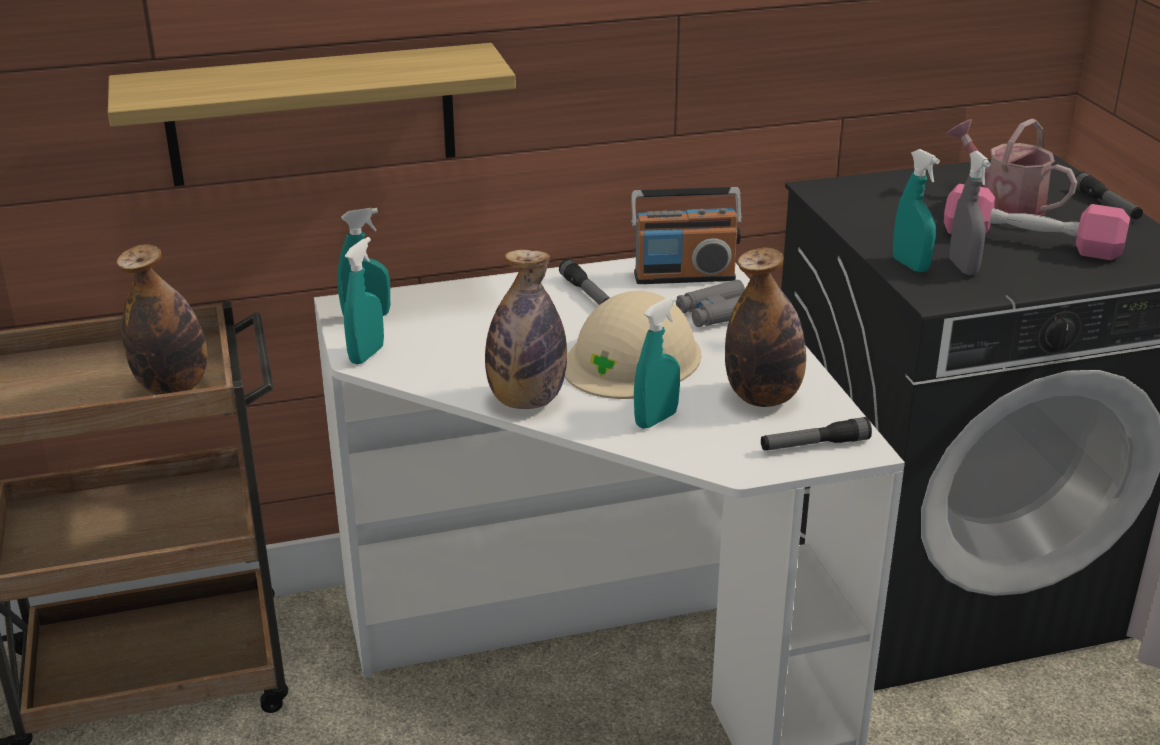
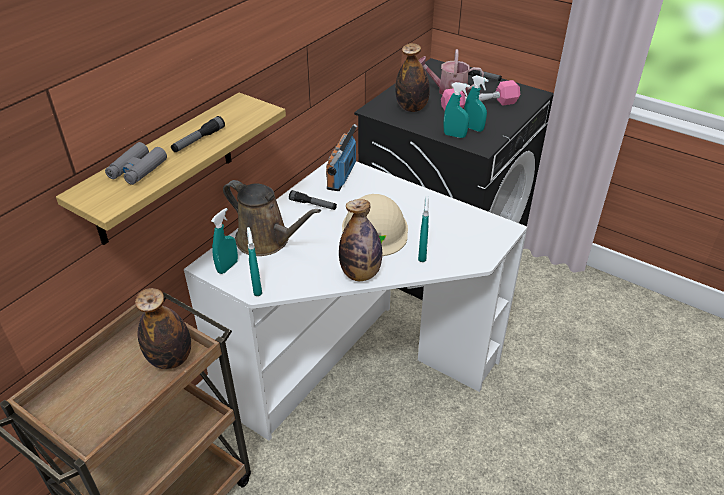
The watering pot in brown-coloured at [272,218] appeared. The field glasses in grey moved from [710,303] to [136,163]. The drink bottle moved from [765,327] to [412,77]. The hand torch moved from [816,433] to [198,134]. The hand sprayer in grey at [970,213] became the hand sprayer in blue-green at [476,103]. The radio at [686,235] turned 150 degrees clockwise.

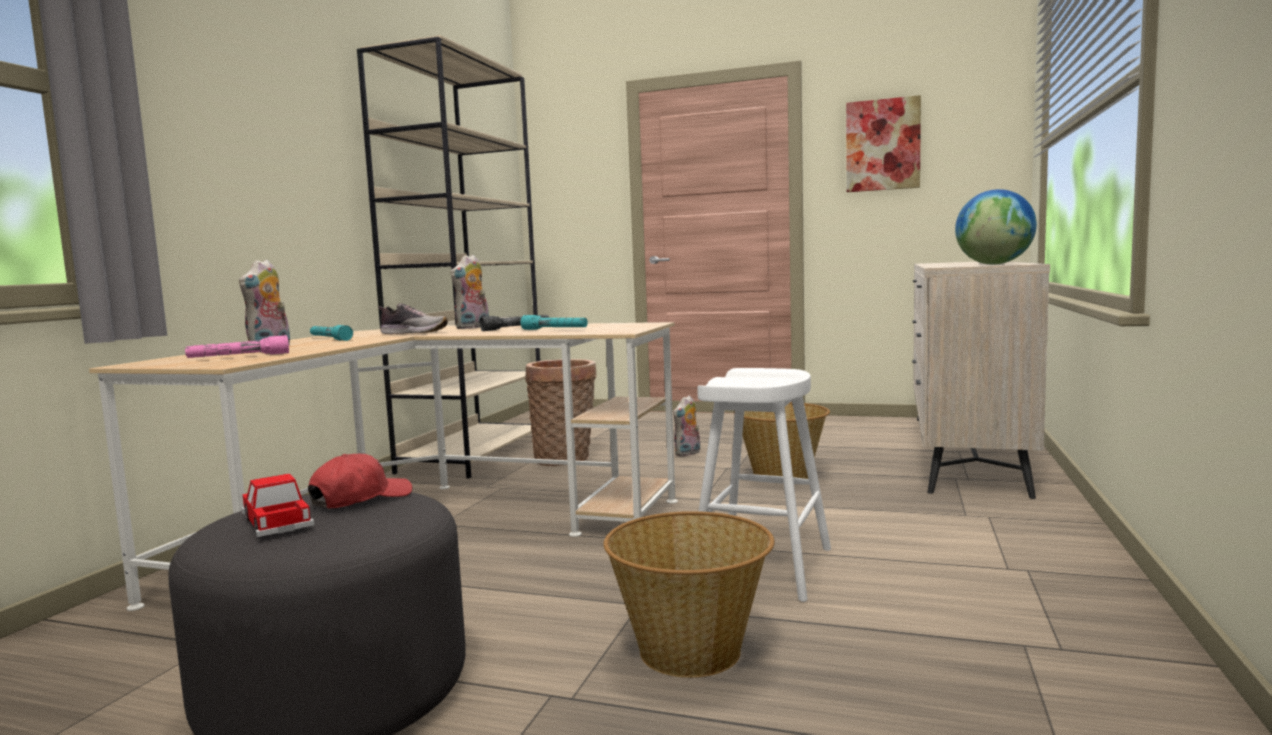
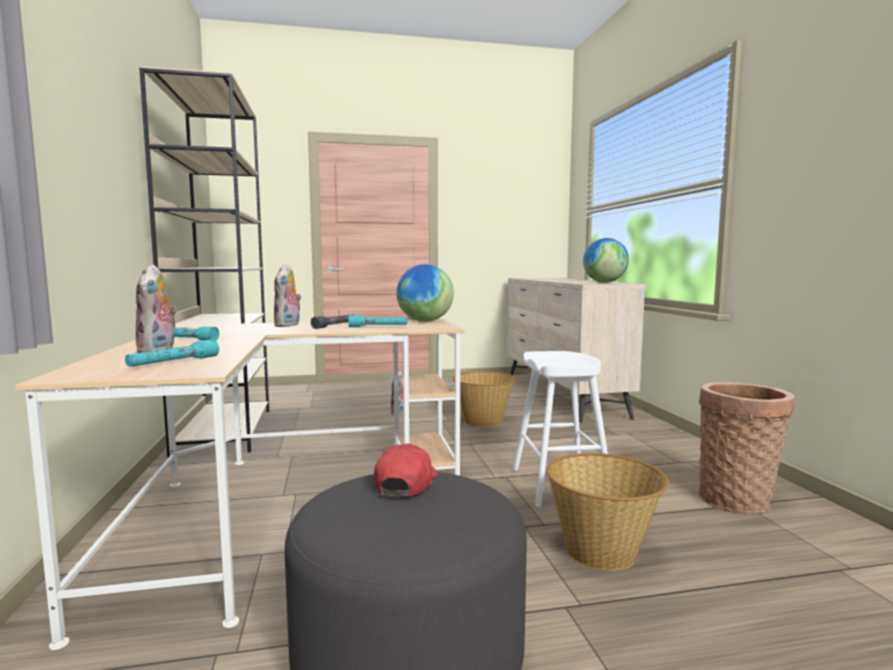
The miniature car at [277,505] disappeared. The low shoe at [413,318] disappeared. The picture at [883,143] disappeared. The desk globe at [425,293] appeared. The basket moved from [561,412] to [747,448]. The hand torch in pink at [237,346] became the hand torch in blue-green at [172,353].

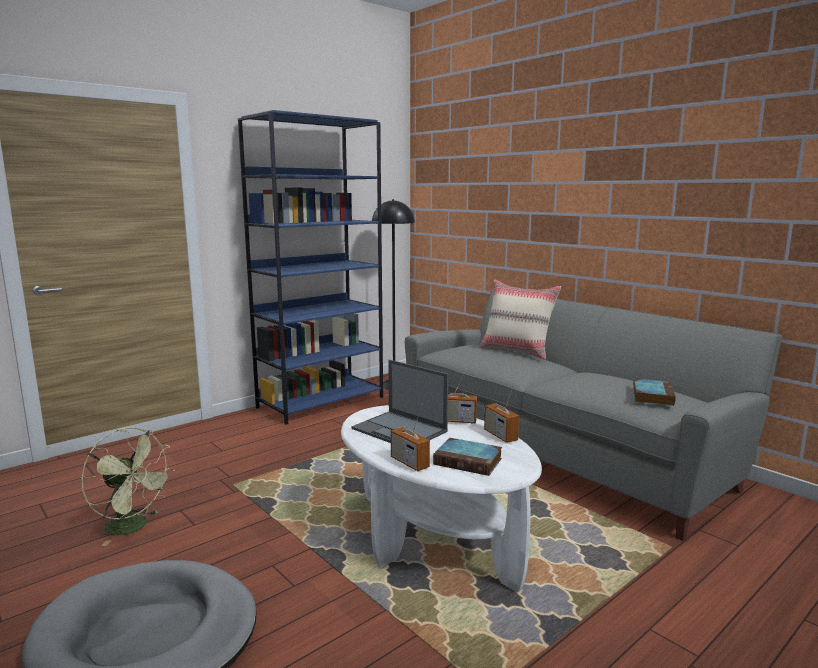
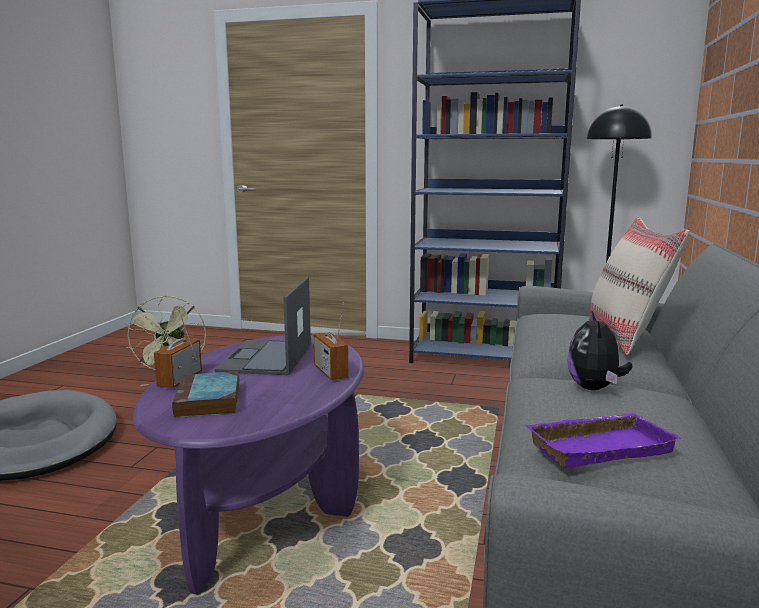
The radio at [501,413] disappeared. The plush toy at [599,350] appeared. The volume at [654,392] was replaced by the carrying tray in purplish at [603,440]. The low table in white at [441,499] became the low table in purplish at [248,465].

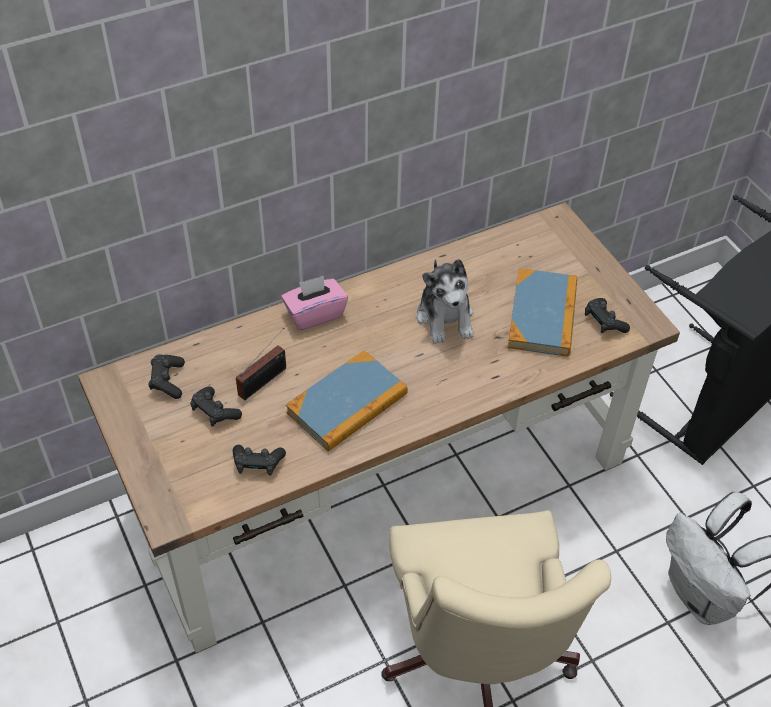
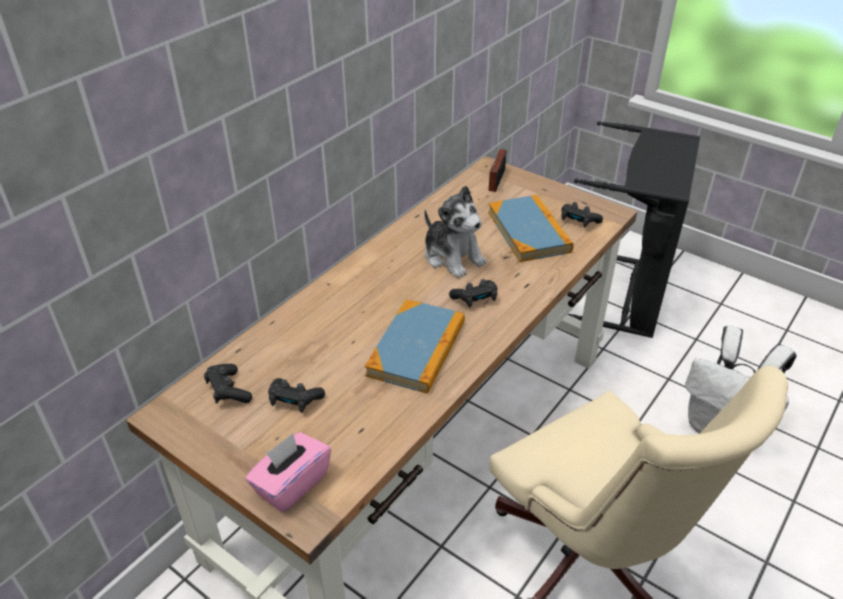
The joypad in black moved from [259,460] to [473,293]. The radio moved from [261,364] to [498,161]. The box of tissues in pink moved from [314,303] to [288,472].

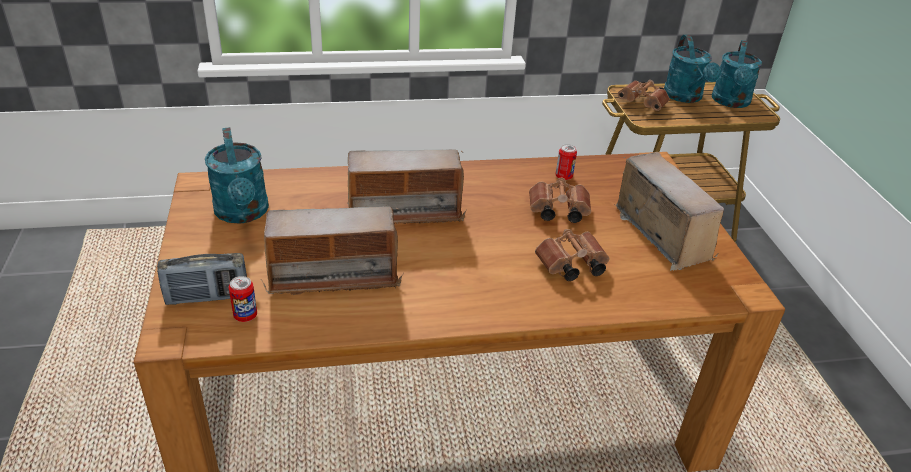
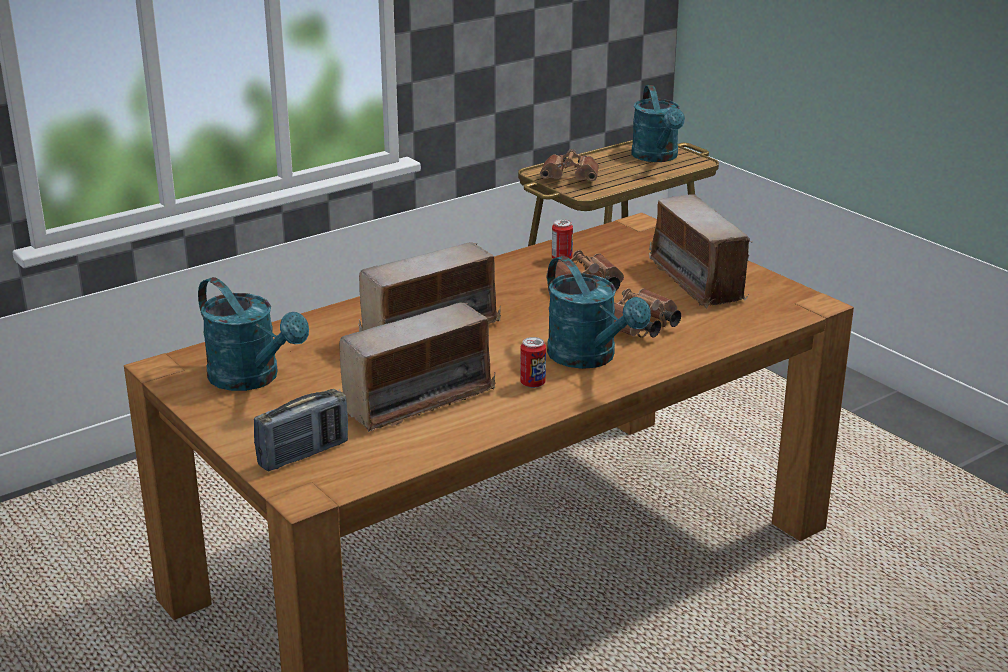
The metal can moved from [243,299] to [533,362]. The watering pot in blue-green moved from [692,69] to [599,312]. The radio at [669,211] turned 150 degrees counterclockwise.

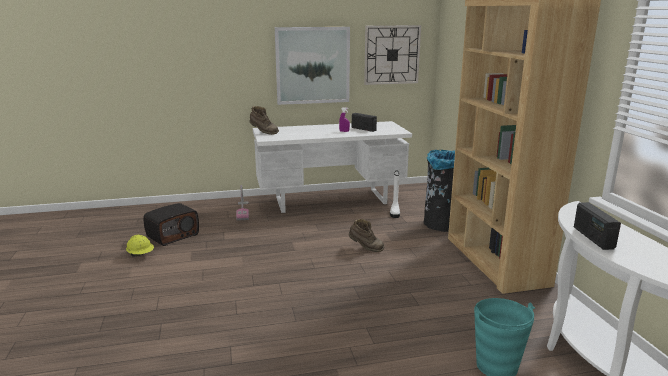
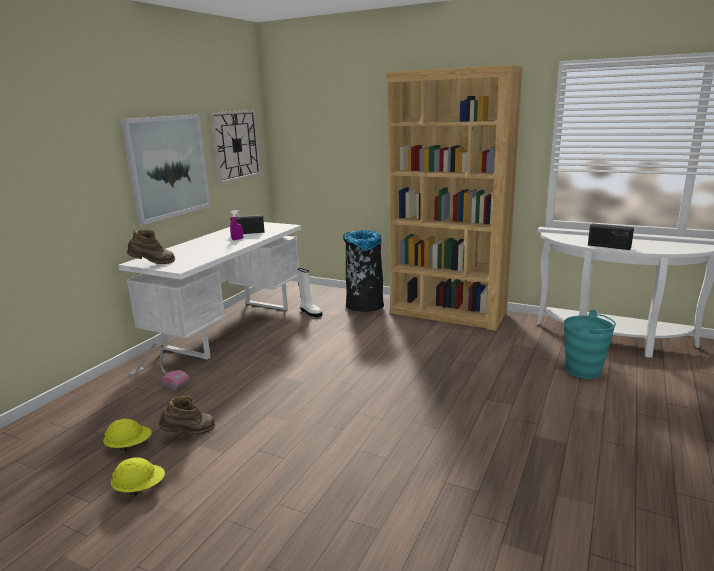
The high-top boot in brown-coloured moved from [367,235] to [187,415]. The radio at [171,224] was replaced by the hard hat in yellow-coloured at [127,435].

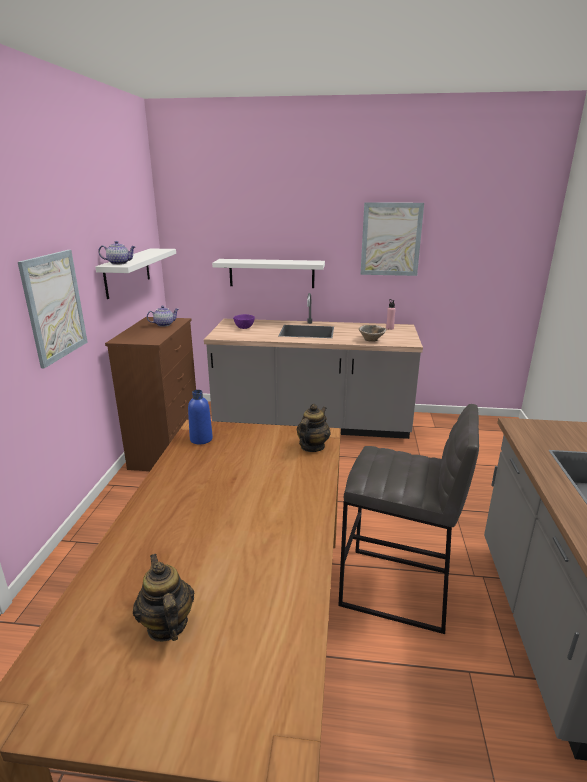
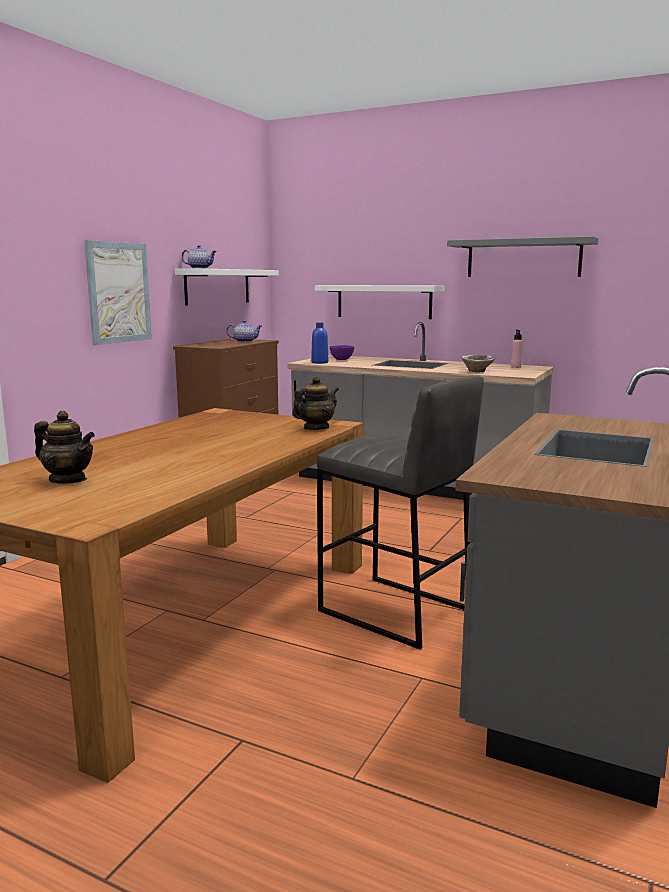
The drink bottle in bluish moved from [200,417] to [319,343]. The picture at [392,239] was replaced by the shelf in grey at [522,256]. The tea pot at [163,598] turned 120 degrees clockwise.

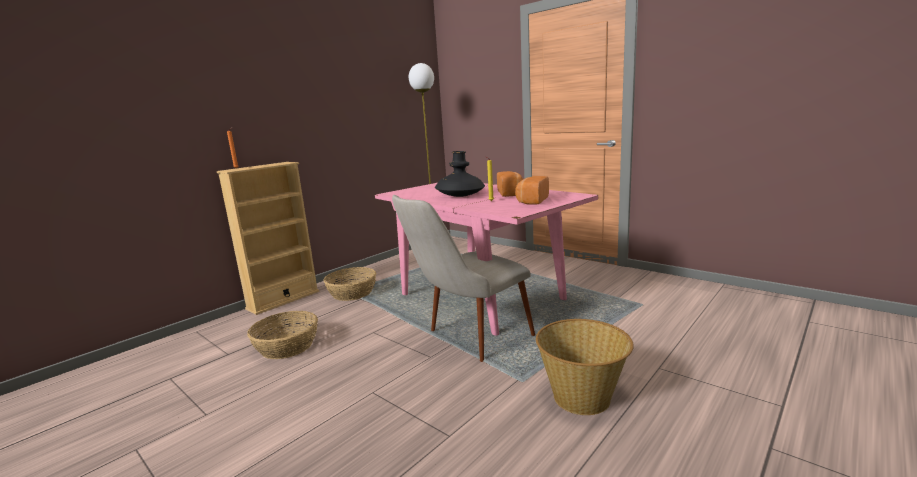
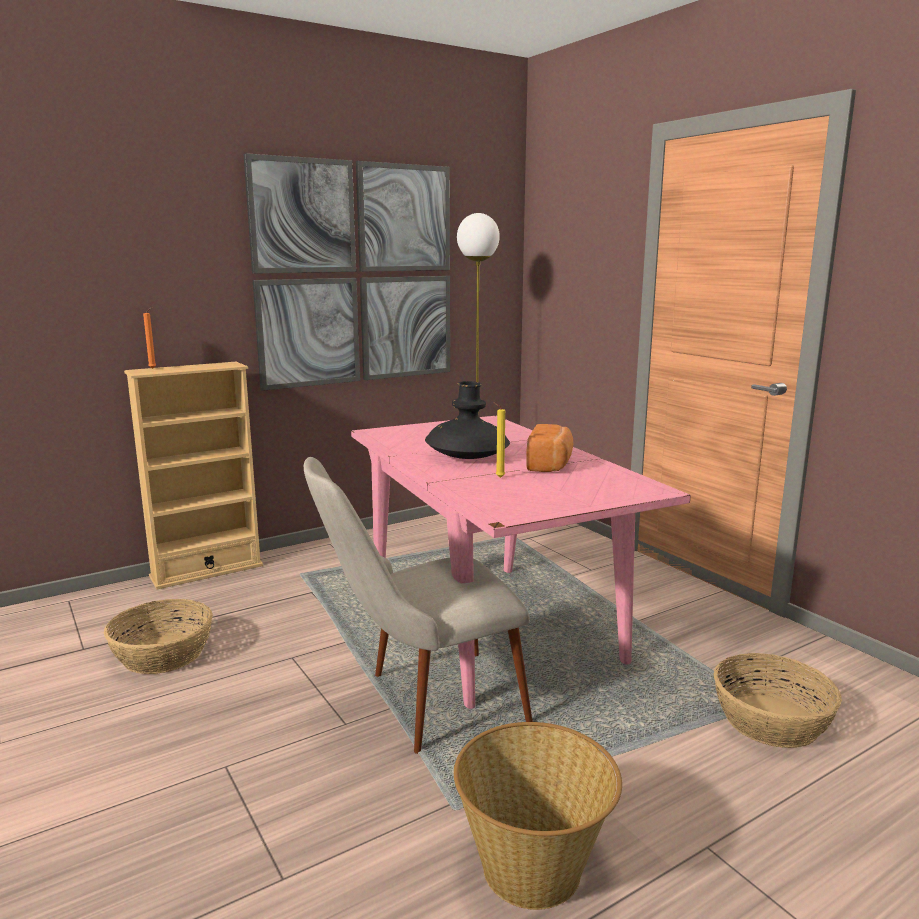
The bread at [532,190] disappeared. The picture at [346,272] appeared. The basket moved from [349,284] to [778,700].

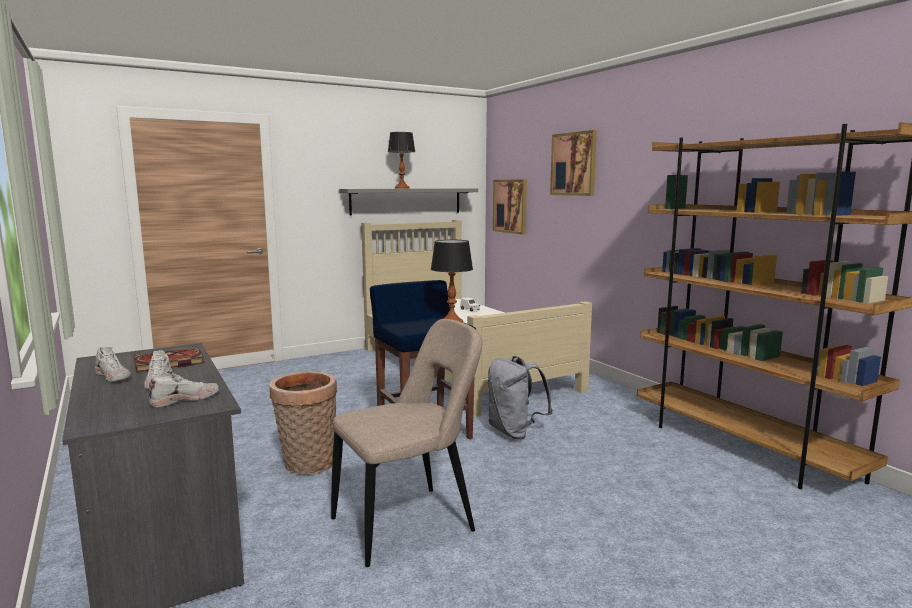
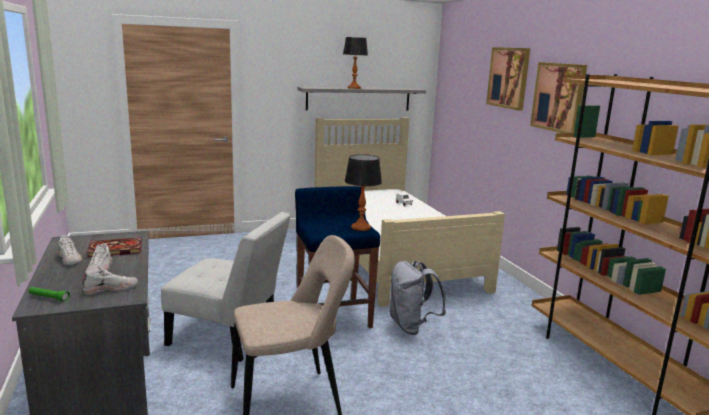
The hand torch in green at [49,294] appeared. The picture moved from [510,207] to [558,97]. The basket at [303,423] was replaced by the upright chair in white at [226,287].

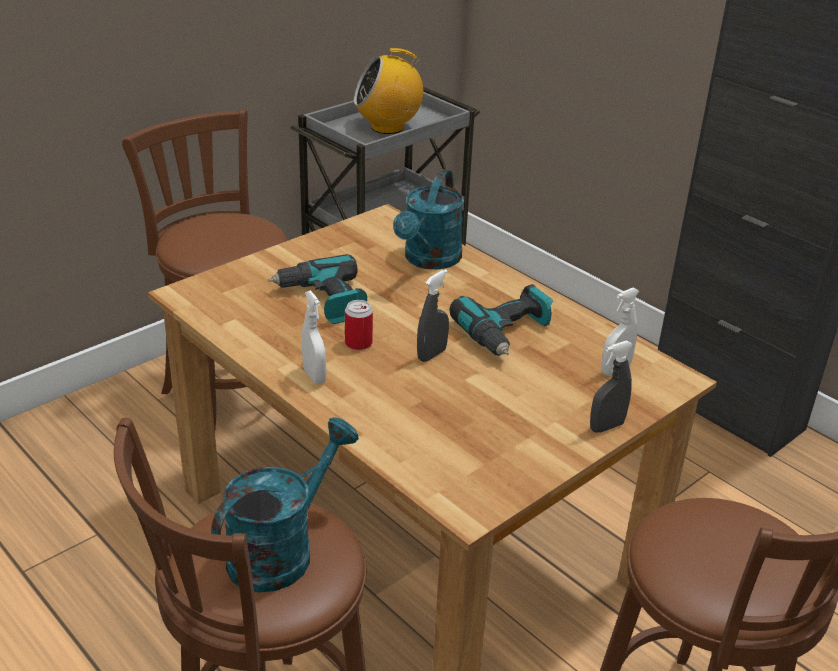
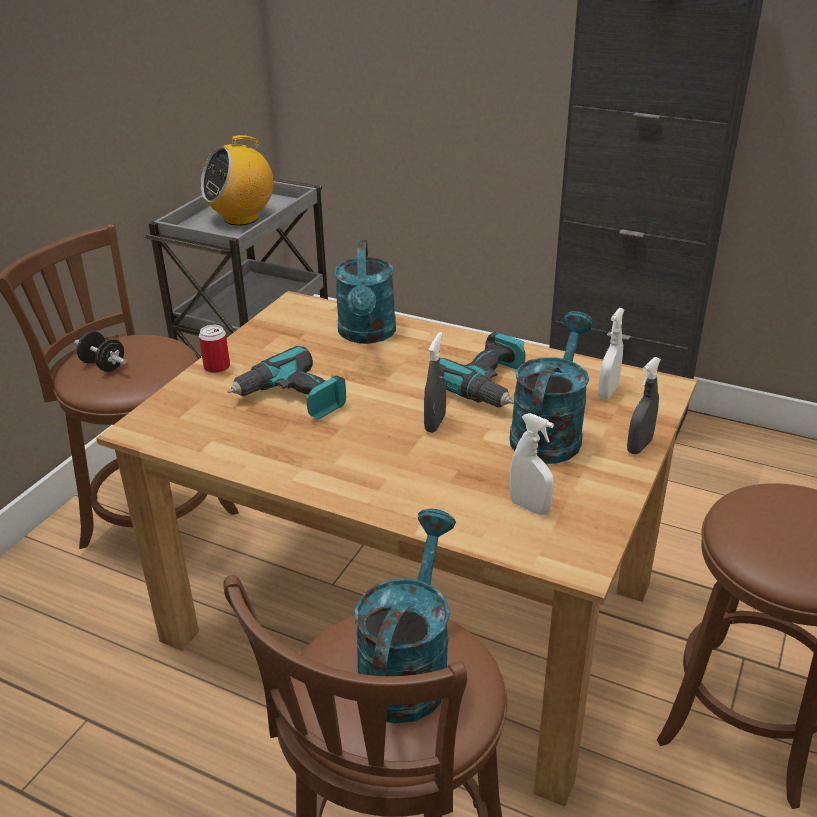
The hand weight in black at [101,351] appeared. The watering pot in blue-green at [552,387] appeared. The hand sprayer in white moved from [314,337] to [532,464]. The metal can moved from [359,325] to [214,349].

